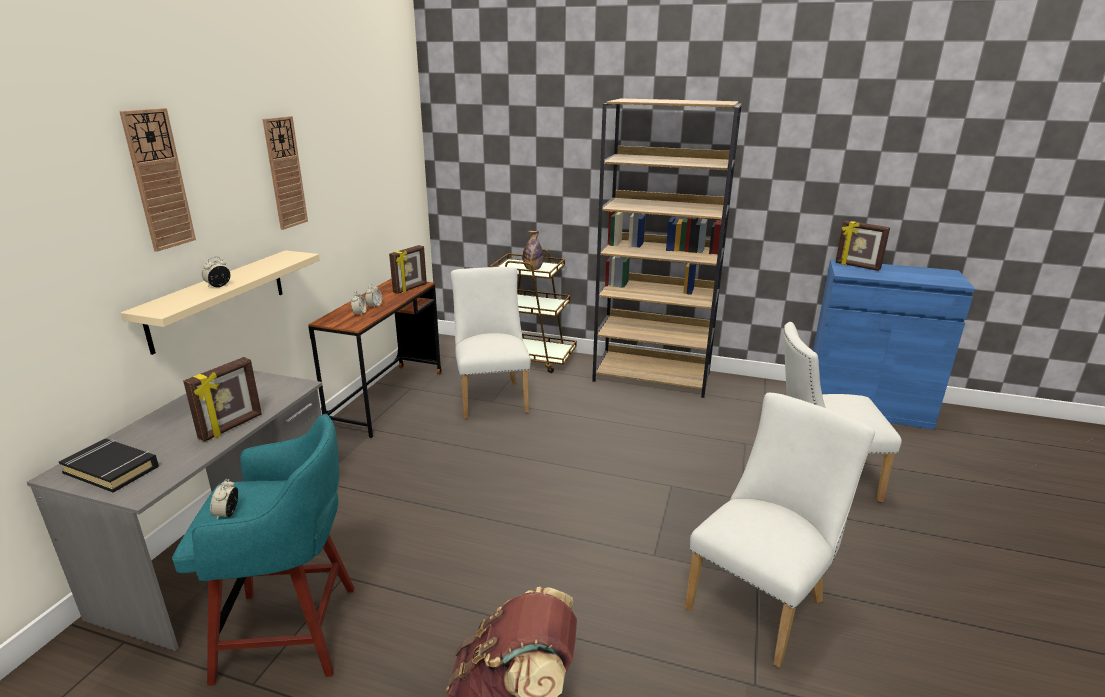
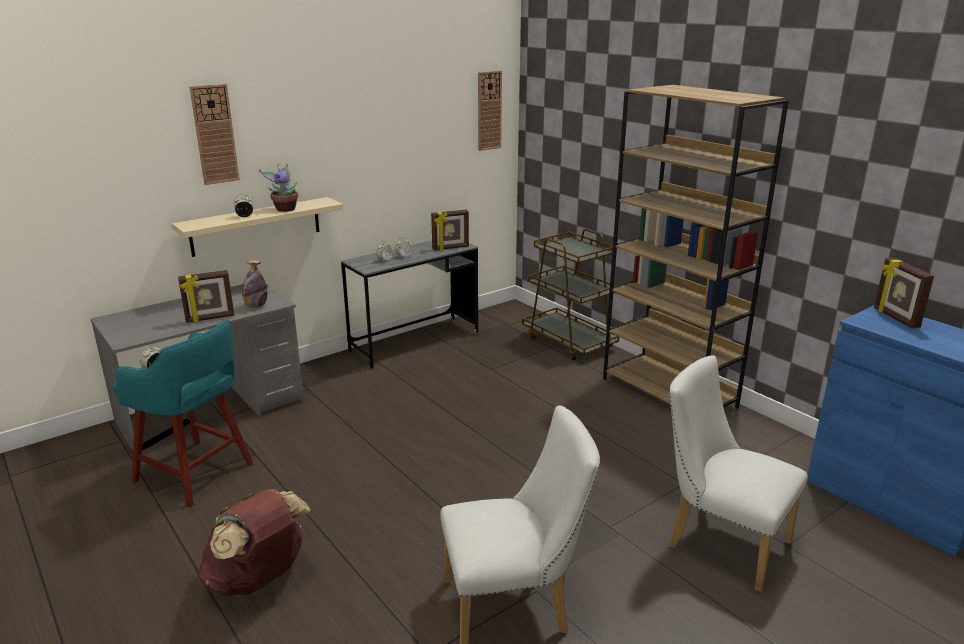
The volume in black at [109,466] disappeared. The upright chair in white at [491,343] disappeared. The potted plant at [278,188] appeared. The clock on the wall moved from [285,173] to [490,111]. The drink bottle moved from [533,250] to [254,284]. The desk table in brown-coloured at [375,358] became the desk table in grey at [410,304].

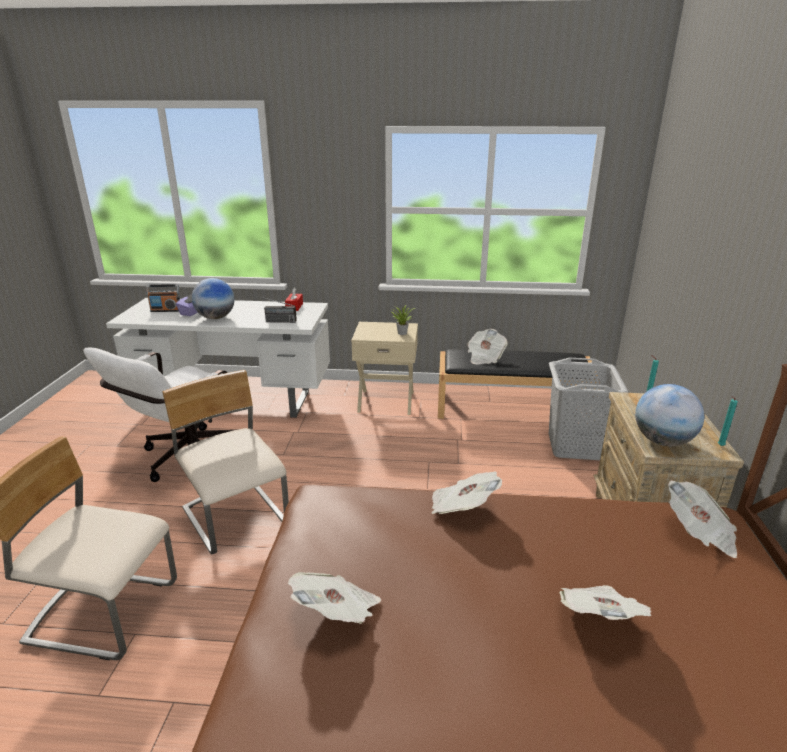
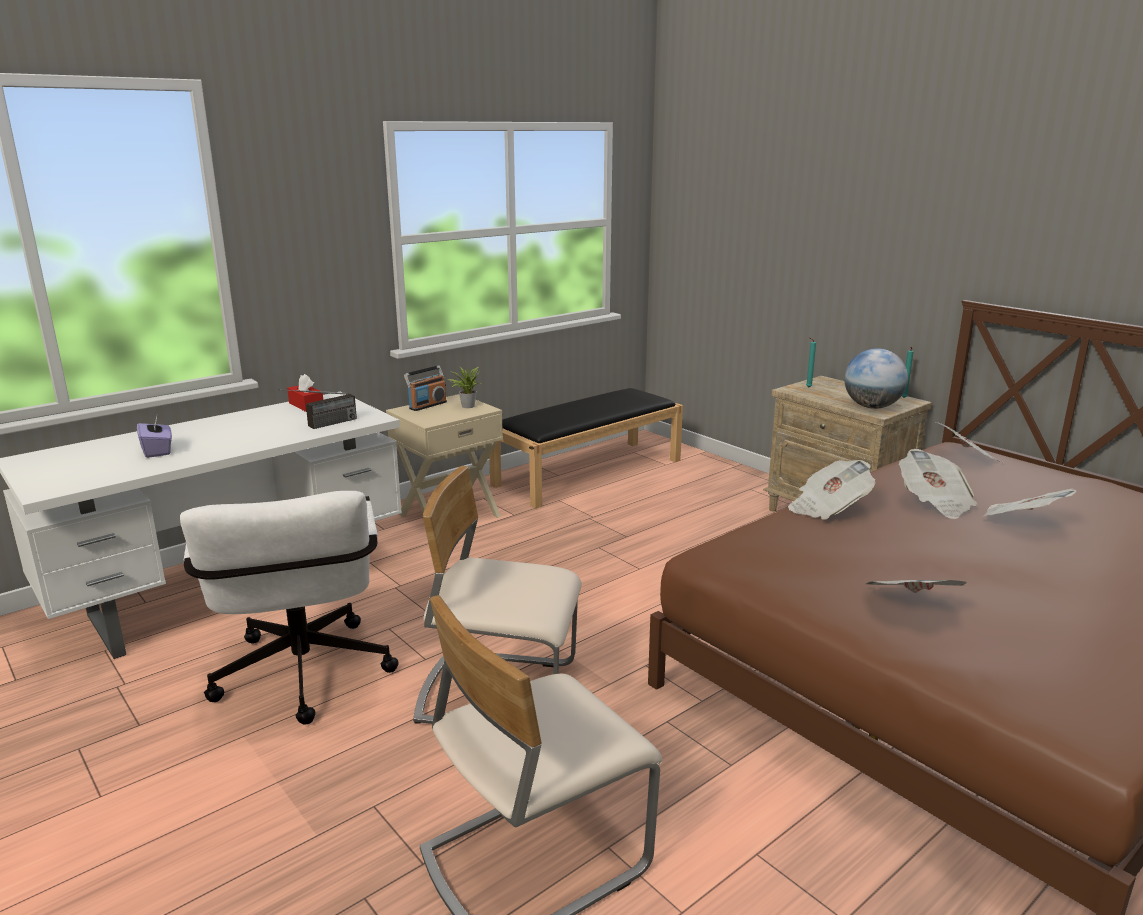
The desk globe at [213,298] disappeared. The hamper in grey at [588,409] disappeared. The radio moved from [163,298] to [425,388]. The printed paper moved from [488,346] to [938,484].

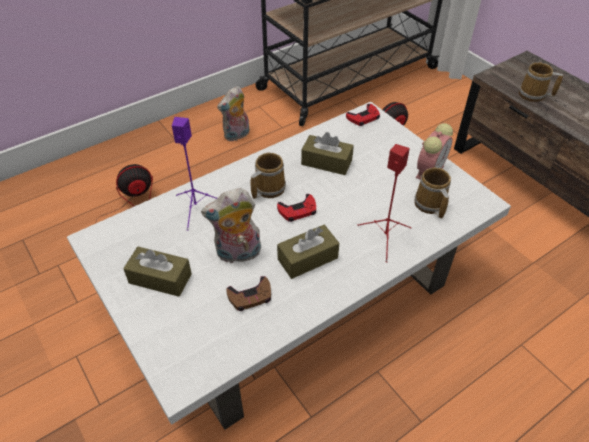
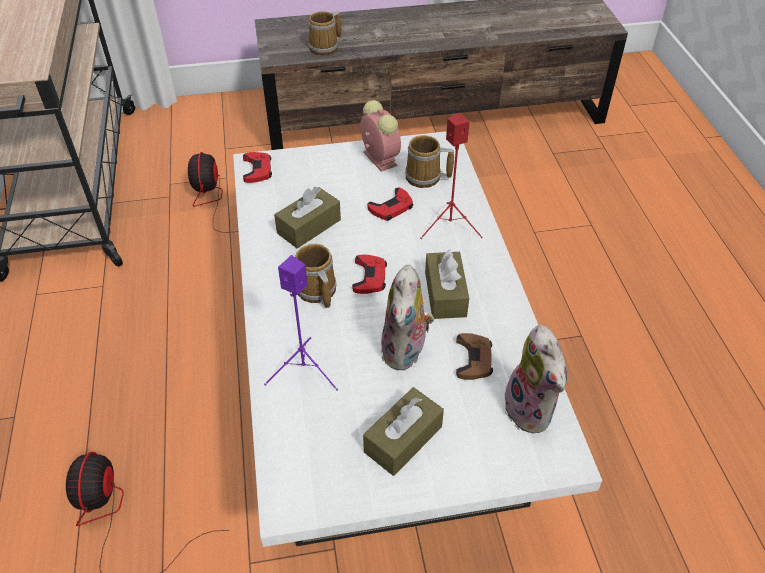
The joypad in reddish at [390,204] appeared. The plush toy moved from [233,113] to [536,378].

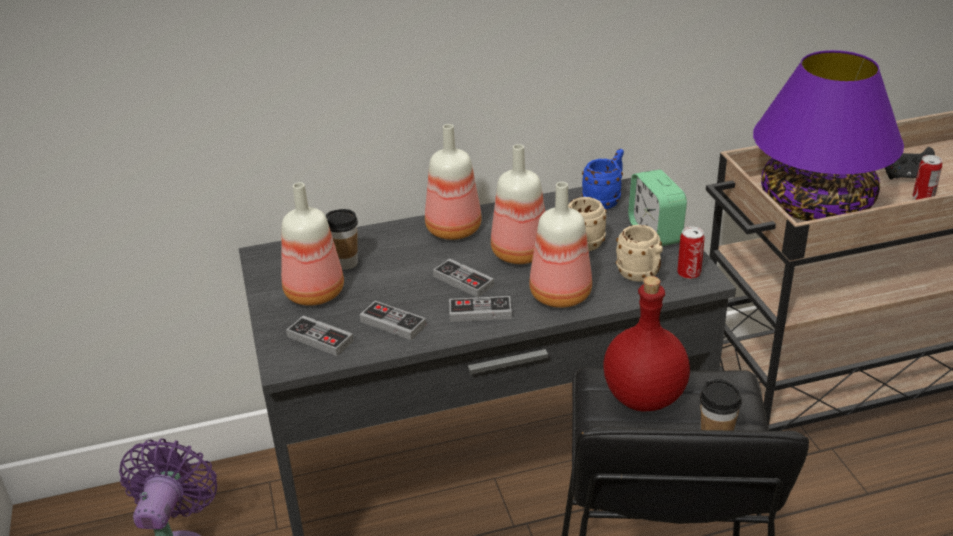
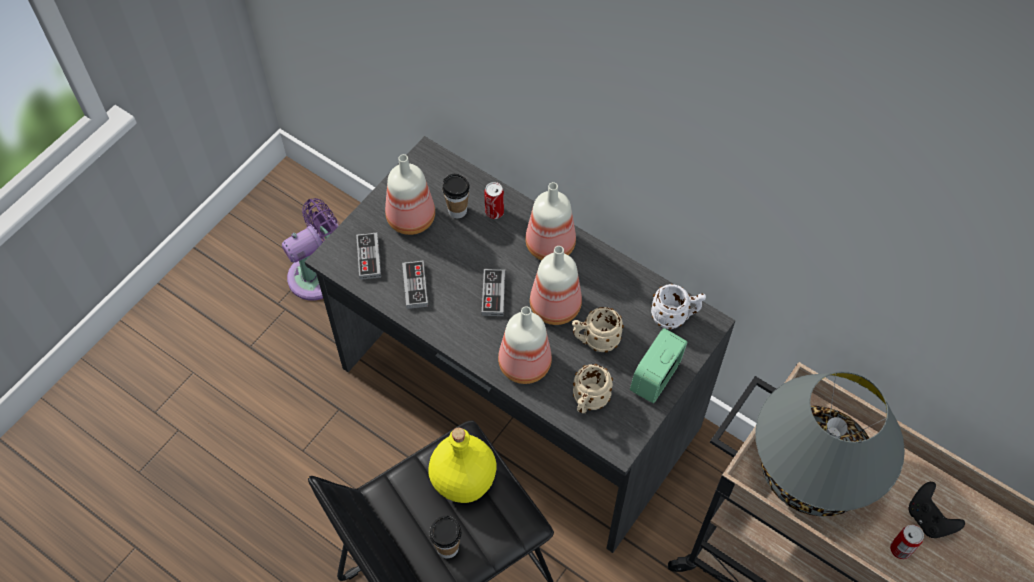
The joypad at [480,309] disappeared. The metal can moved from [691,253] to [494,200]. The tea mug in bluish at [603,179] became the tea mug in white at [678,306]. The drink bottle in reddish at [646,344] became the drink bottle in yellow-coloured at [462,465]. The table lamp in purplish at [828,135] became the table lamp in grey at [830,443].

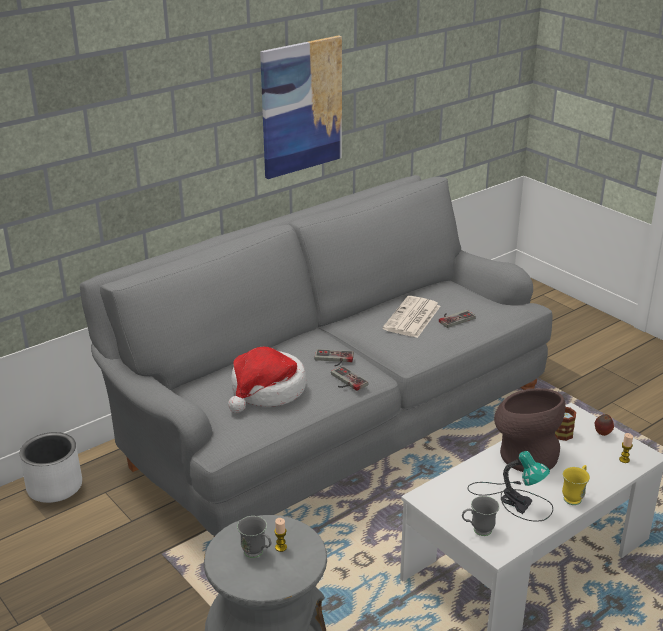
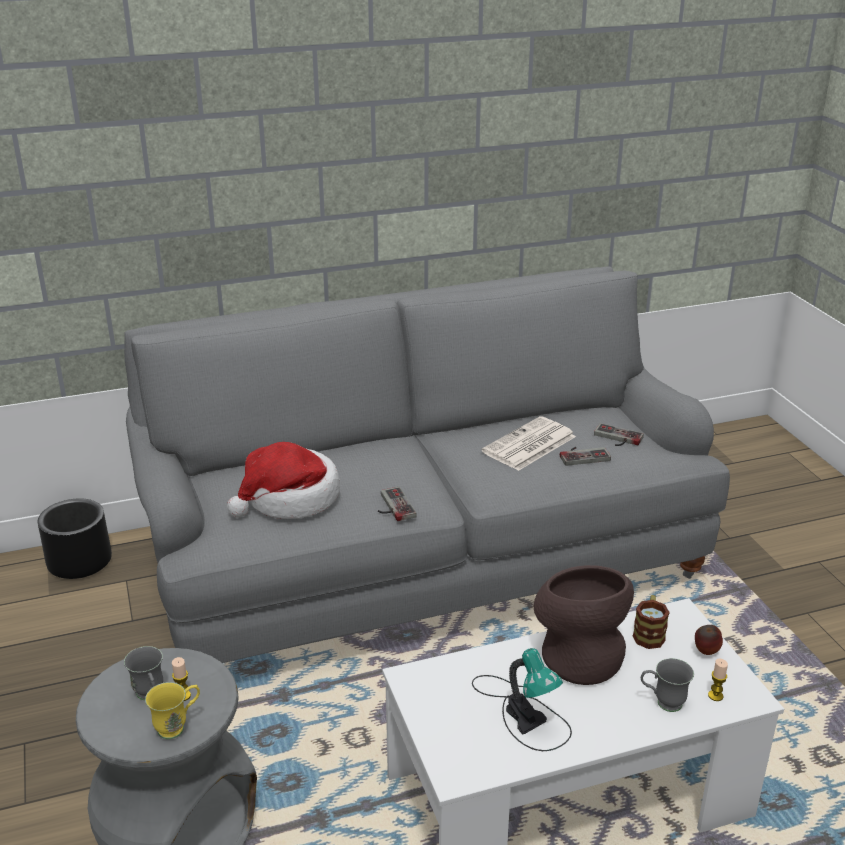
The picture at [301,107] disappeared. The joypad moved from [334,357] to [619,434]. The tea mug in grey moved from [480,516] to [667,685]. The tea mug in yellow-coloured moved from [576,485] to [172,710]. The planter in white at [51,467] became the planter in black at [75,538].

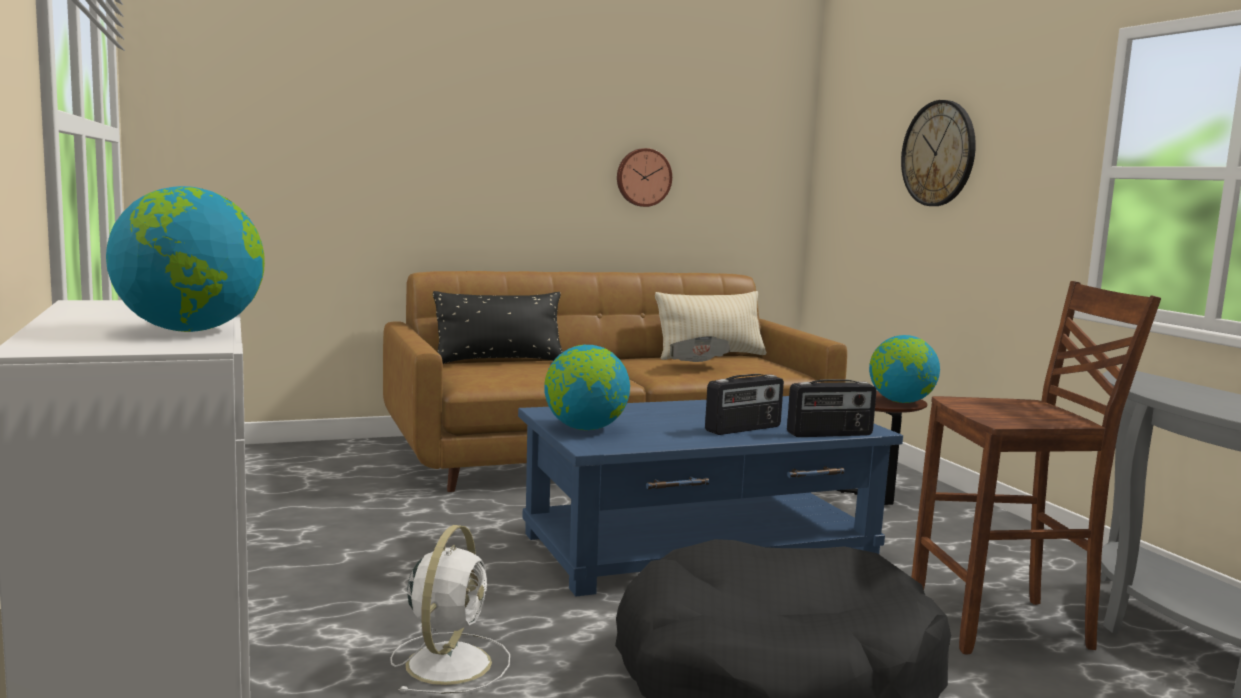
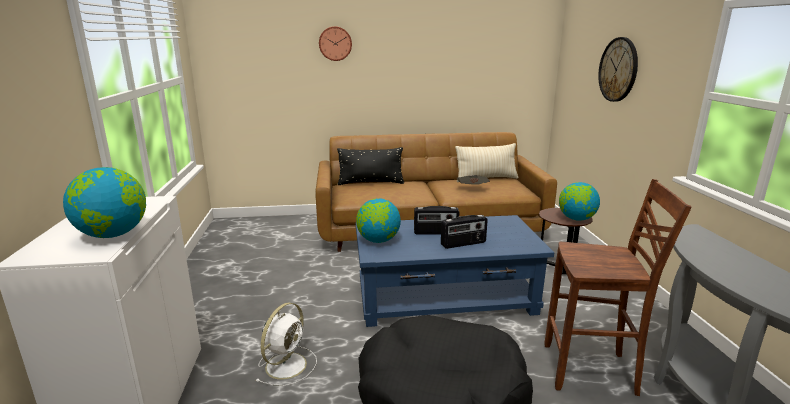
The clock on the wall moved from [644,177] to [335,43]. The radio moved from [832,408] to [436,220].

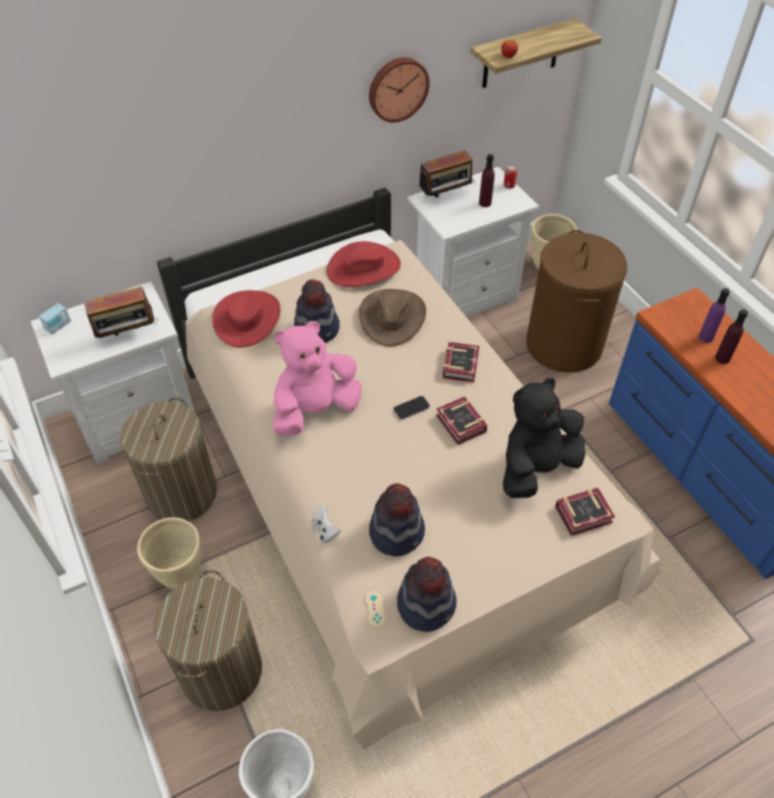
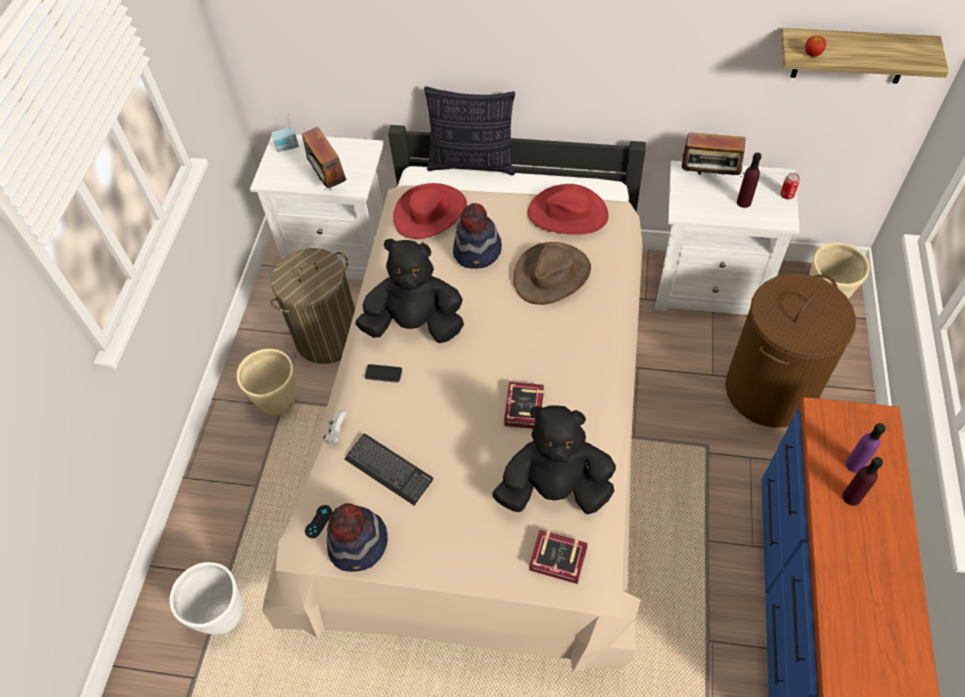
The hamper at [208,640] disappeared. The clock on the wall at [399,90] disappeared. The volume at [461,362] disappeared. The pillow at [469,130] appeared. The telephone moved from [411,408] to [383,373]. The wearable hat at [397,519] was replaced by the computer keyboard at [389,470]. The plush toy in pink at [317,378] became the plush toy in black at [409,290]. The joypad in beige-coloured at [375,609] became the joypad in black at [318,521]. The radio at [121,312] turned 45 degrees clockwise.

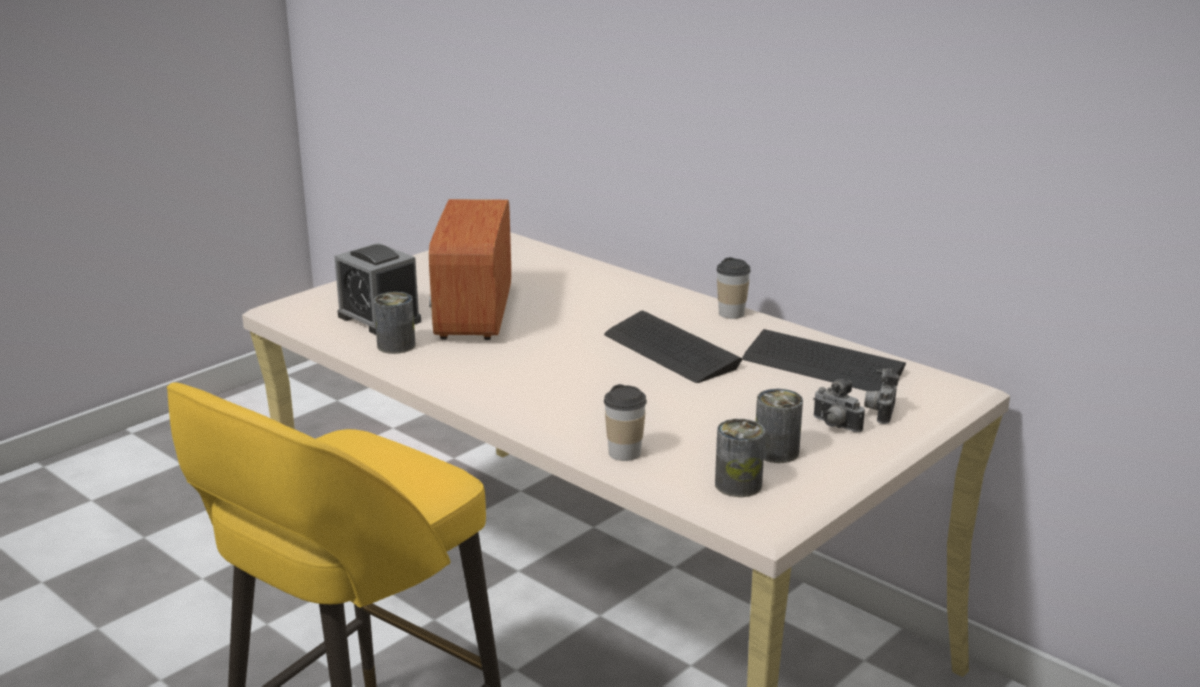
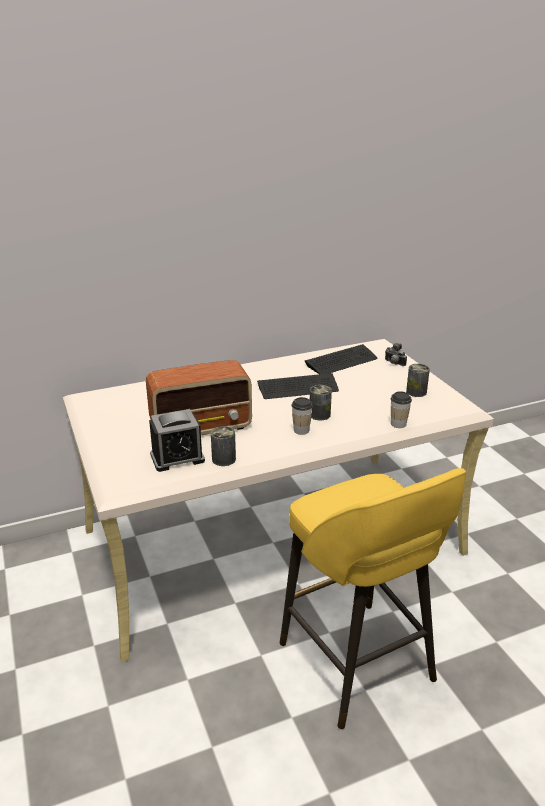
The still camera at [839,405] disappeared. The metal can moved from [740,458] to [321,402]. The small cup moved from [733,288] to [302,416]. The radio at [470,269] turned 45 degrees counterclockwise.

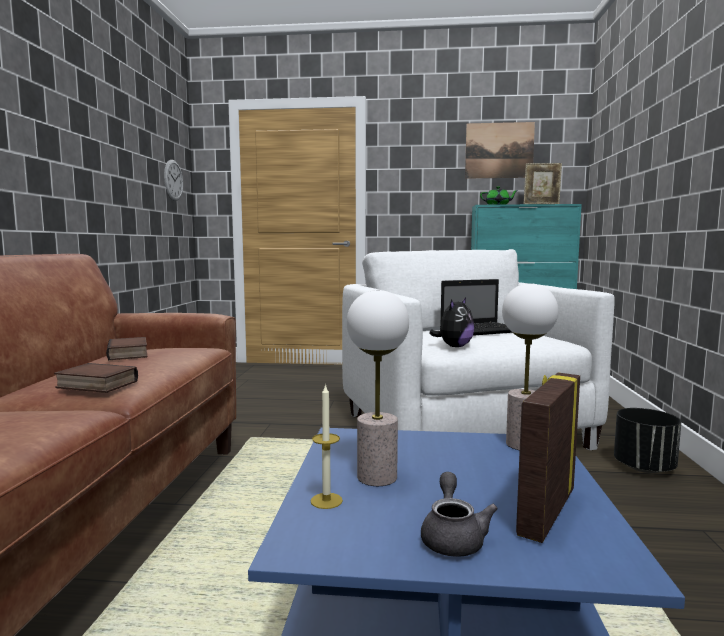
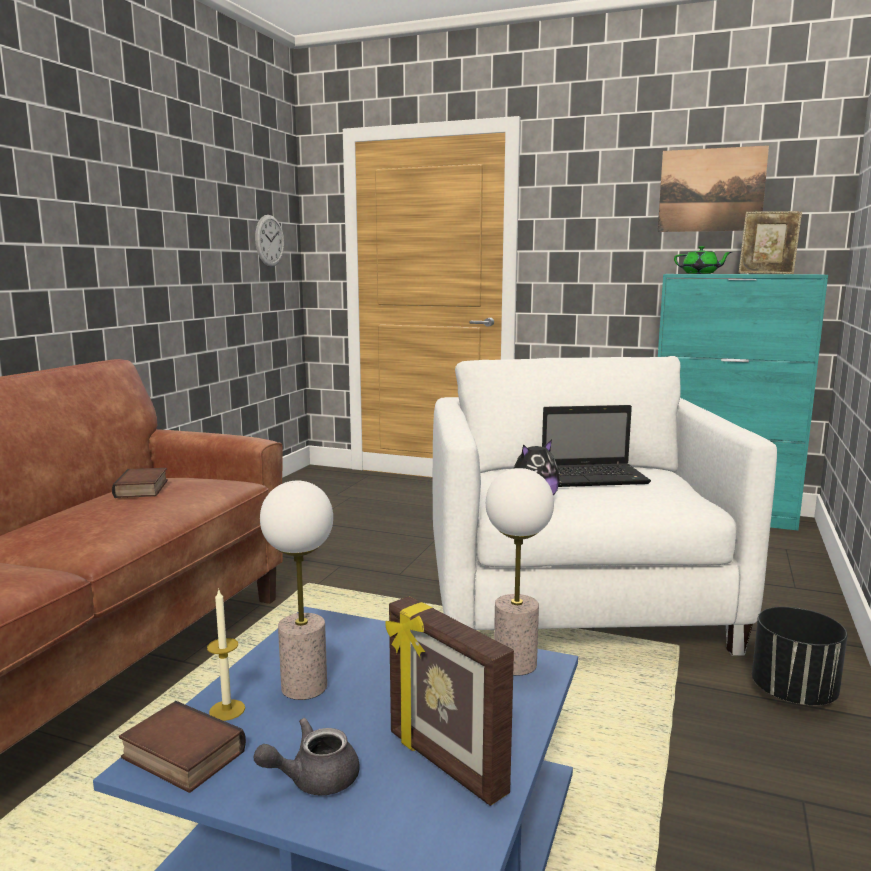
The volume moved from [96,378] to [182,747]. The tea pot in grey at [459,514] turned 135 degrees counterclockwise. The photo frame at [548,458] turned 90 degrees counterclockwise.

